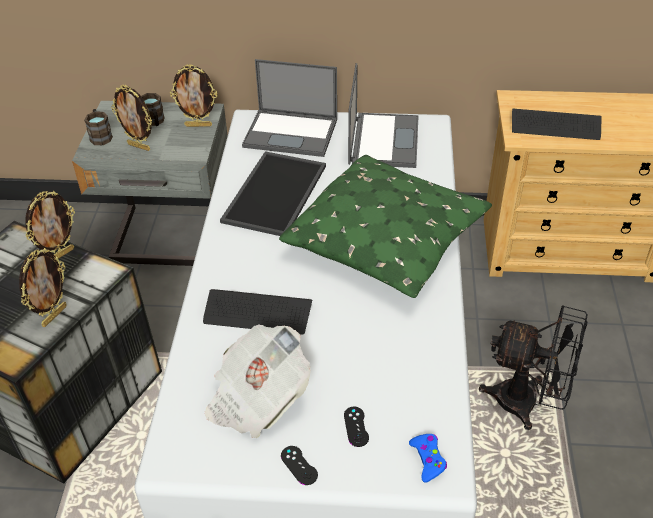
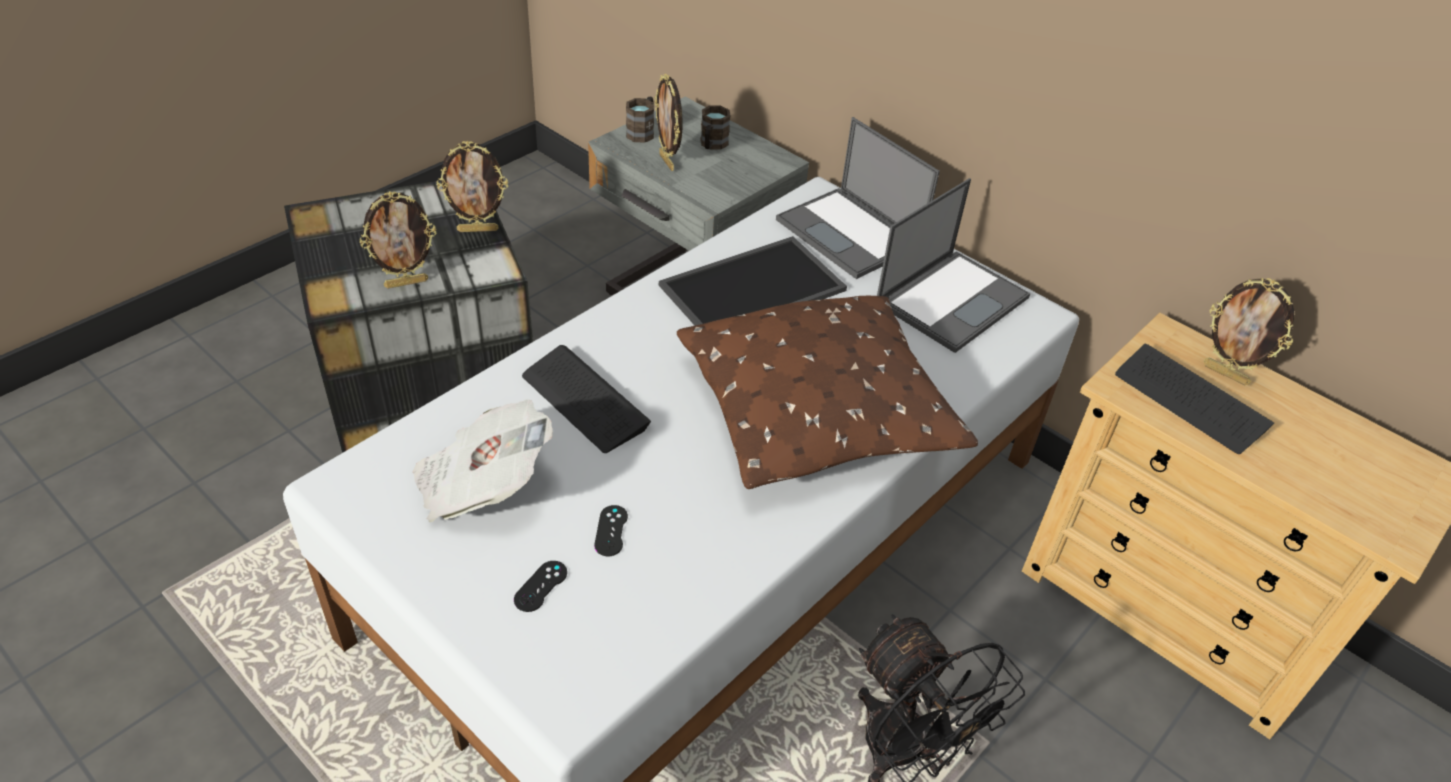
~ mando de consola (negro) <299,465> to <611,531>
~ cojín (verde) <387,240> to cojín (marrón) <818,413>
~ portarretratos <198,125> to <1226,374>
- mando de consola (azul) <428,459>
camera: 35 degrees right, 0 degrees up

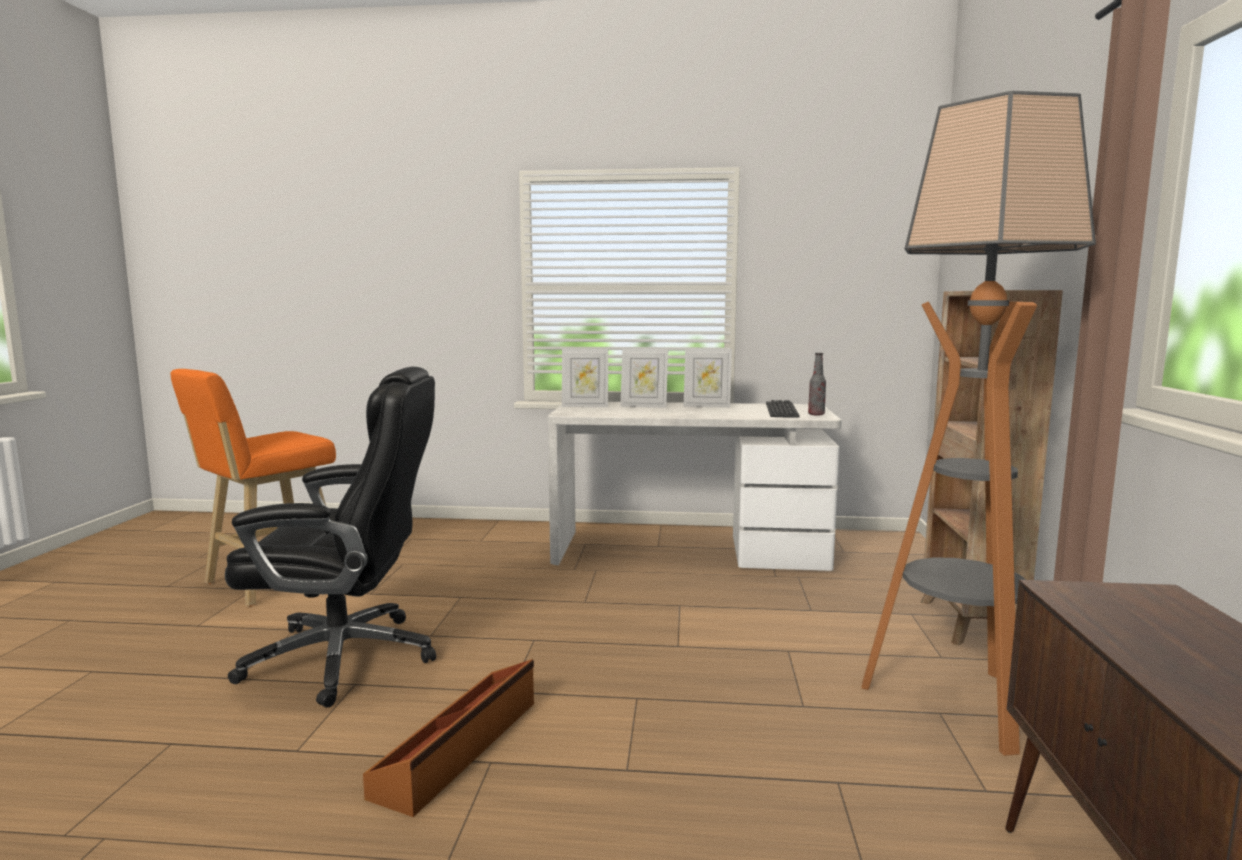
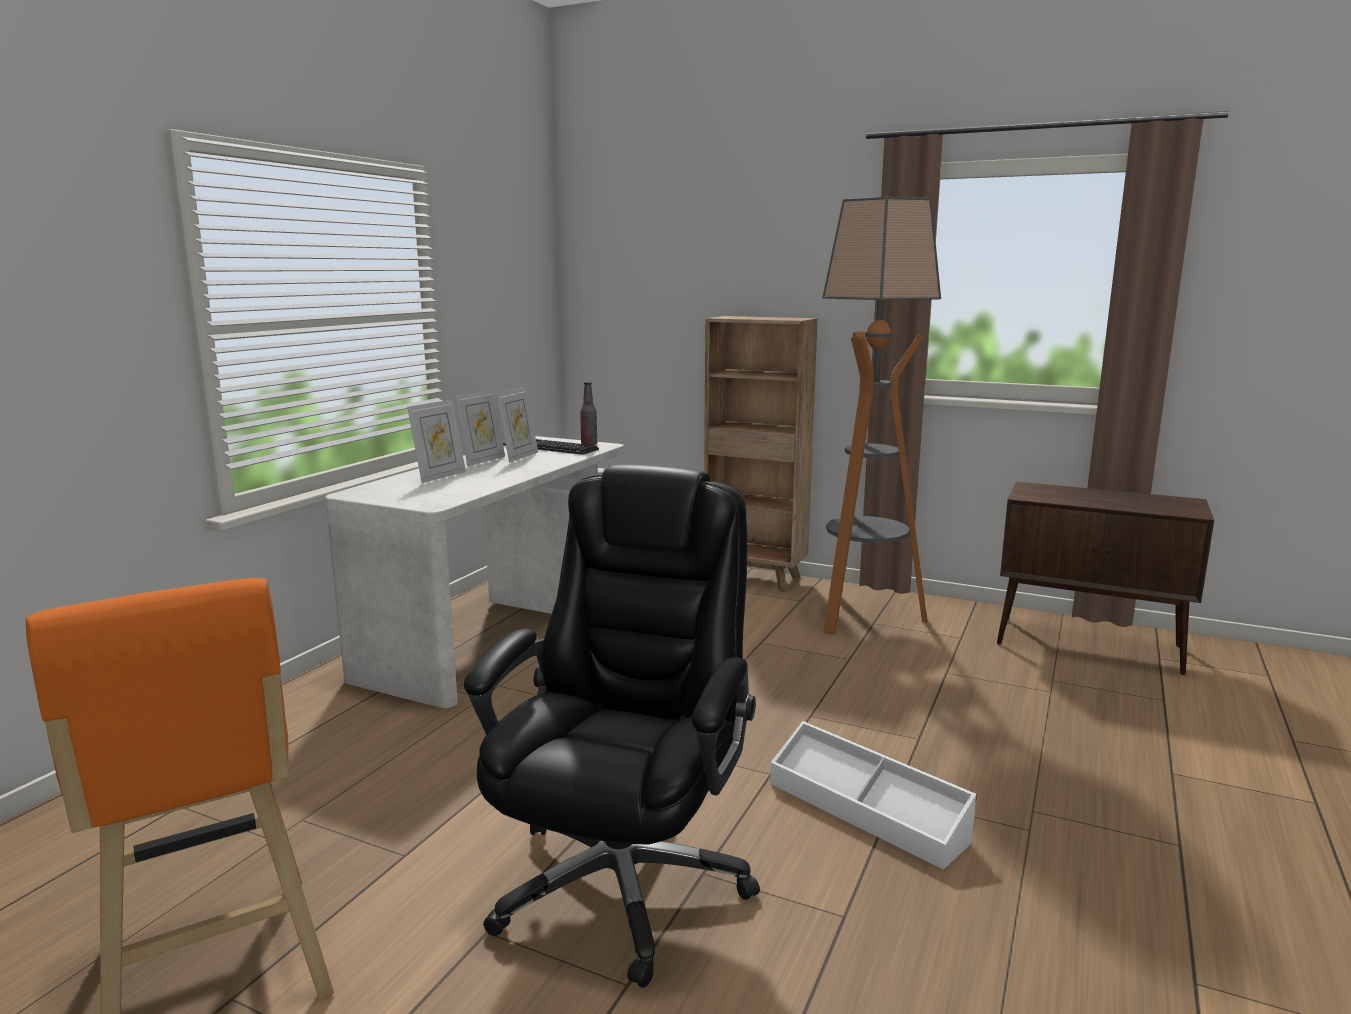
~ portarretratos <585,406> to <519,456>
~ caja de almacenaje (marrón) <460,747> to caja de almacenaje (blanco) <867,810>
camera: 70 degrees left, 5 degrees up

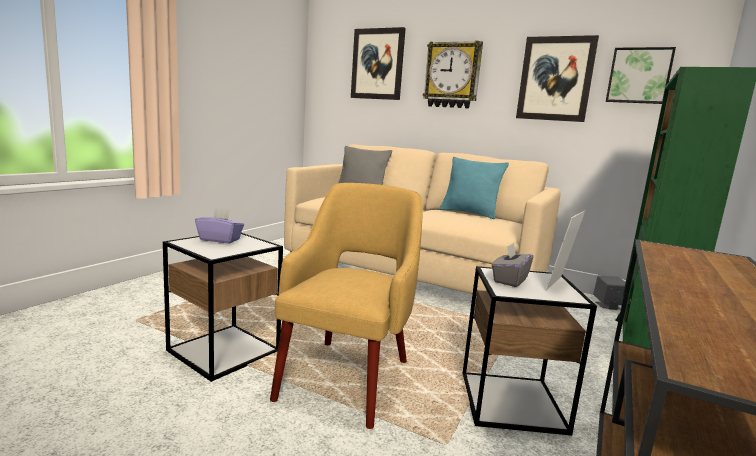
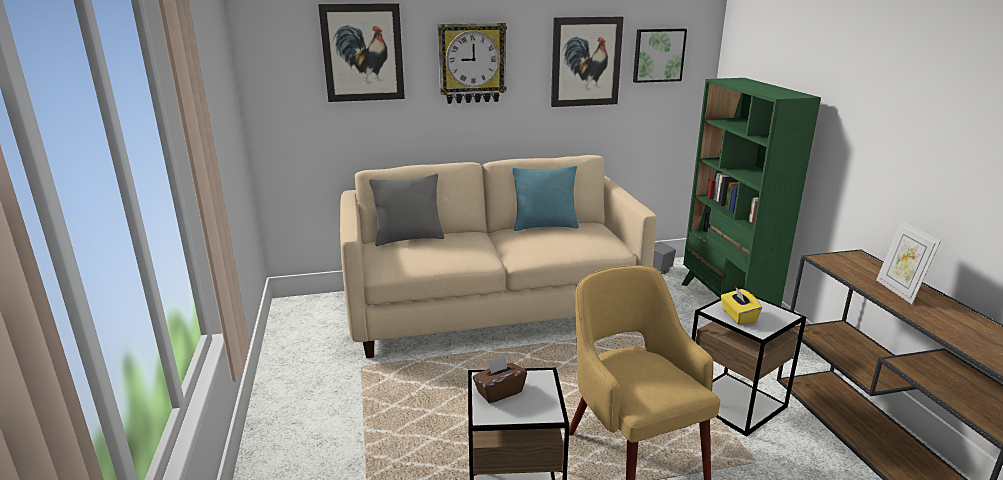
~ caja de pañuelos (morado) <220,239> to caja de pañuelos (marrón) <499,392>
~ caja de pañuelos (gris) <509,280> to caja de pañuelos (amarillo) <738,316>
~ portarretratos <559,284> to <898,291>
camera: 40 degrees left, 10 degrees up

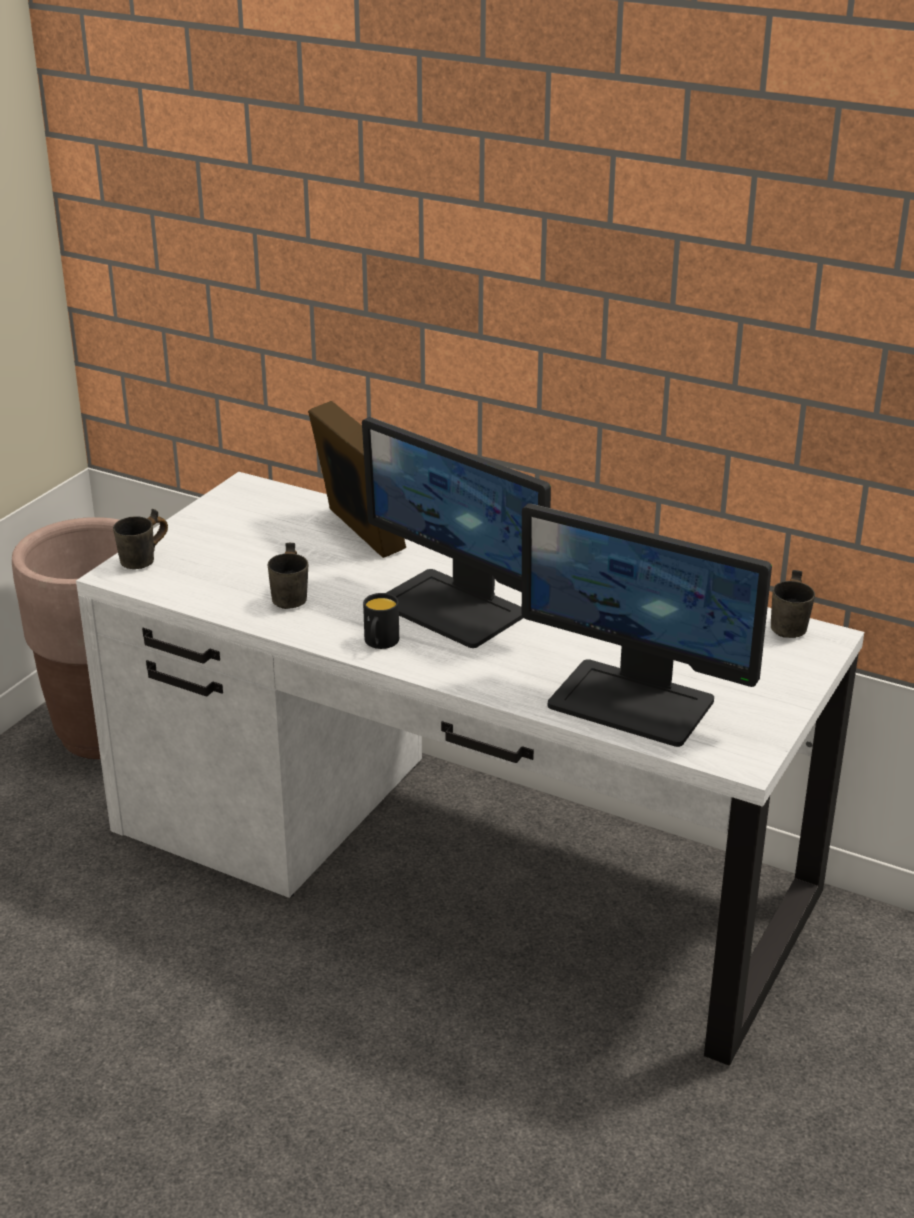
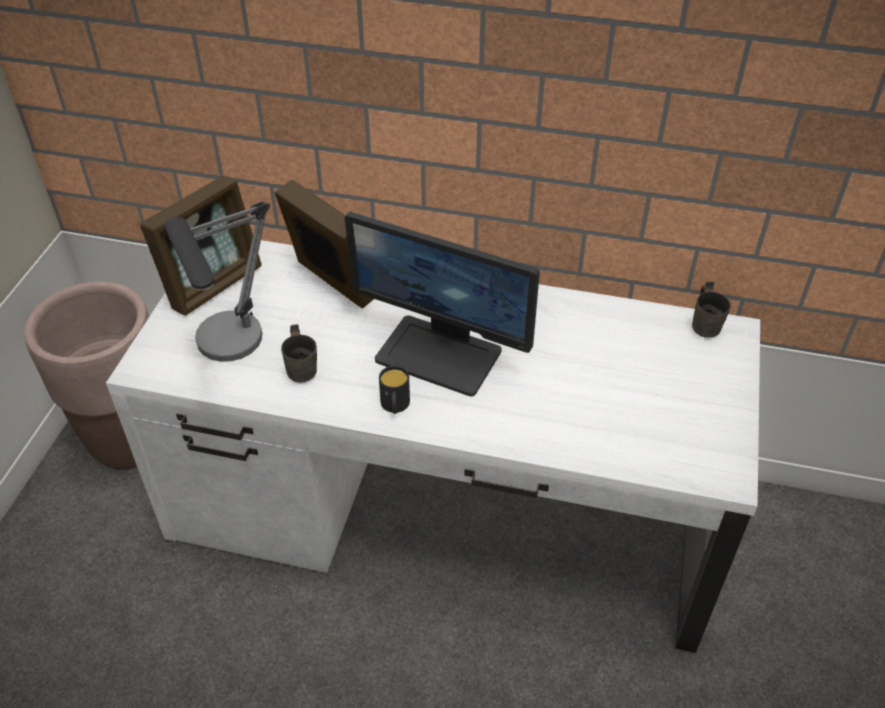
+ portarretratos <213,284>
+ lámpara de mesa <232,352>
- taza grande (gris) <146,561>
- monitor <633,702>
camera: 15 degrees left, 15 degrees up

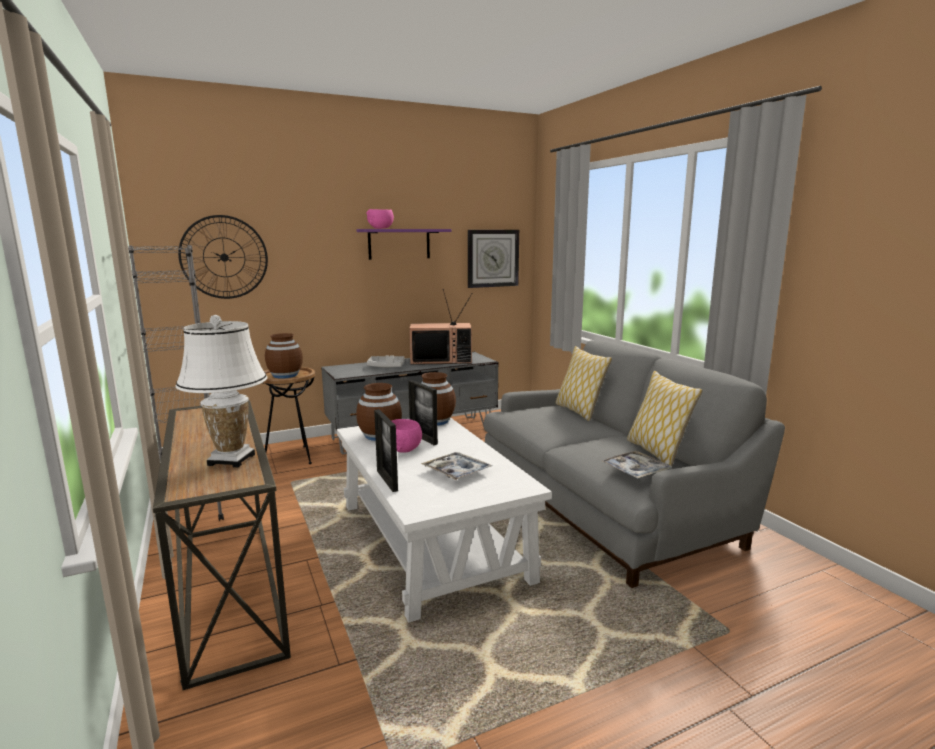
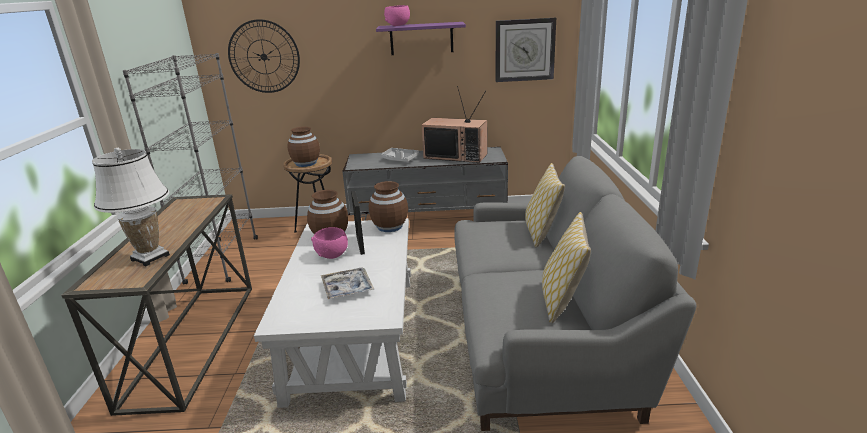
- portarretratos <387,480>
- bandeja <635,470>
camera: 25 degrees right, 10 degrees up

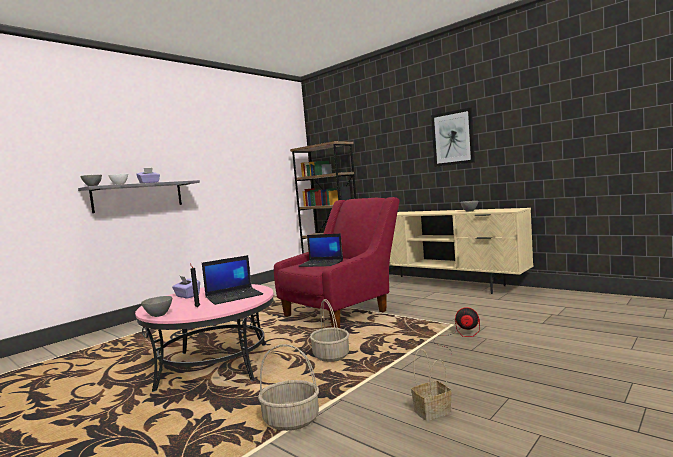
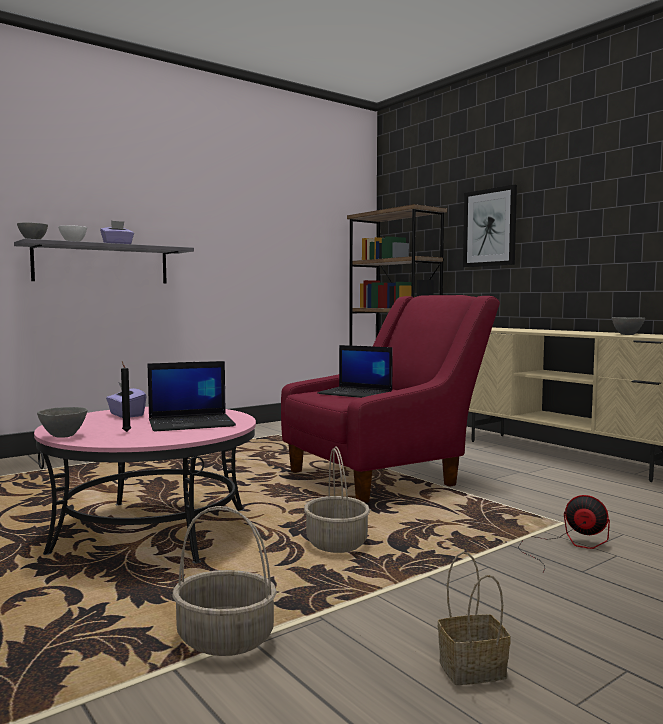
~ cuadro <453,138> to <490,227>
camera: 10 degrees right, 0 degrees up

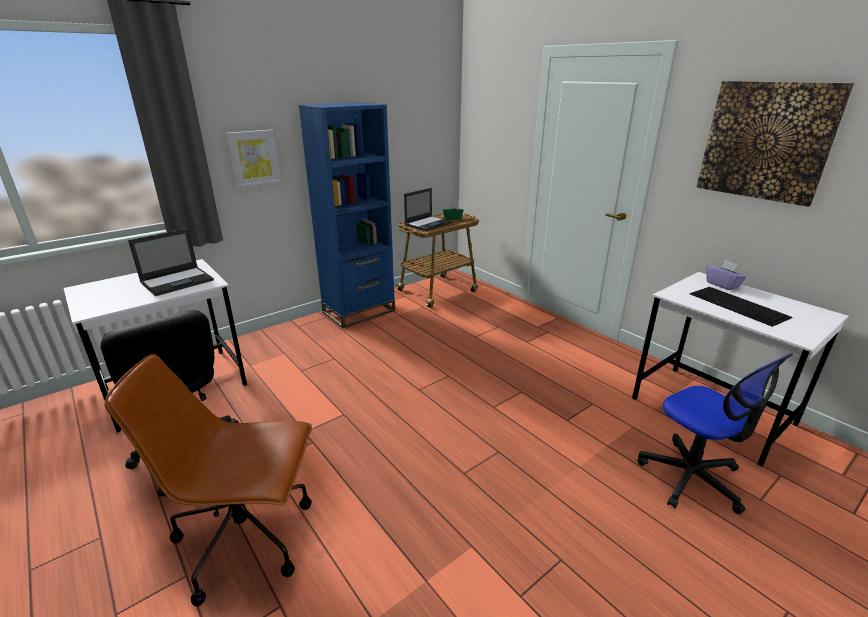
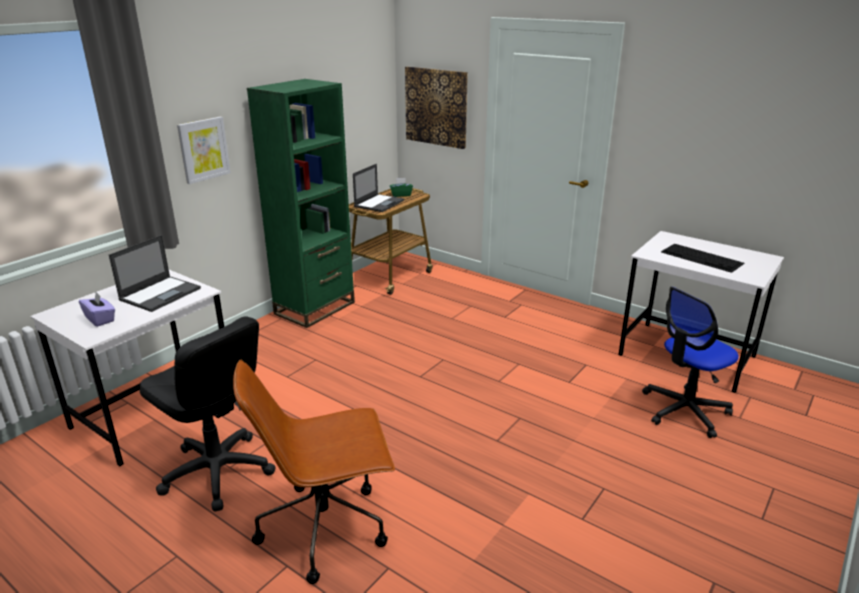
~ caja de pañuelos (morado) <722,285> to <100,319>
~ estantería (azul) <359,312> to estantería (verde) <315,308>
~ cuadro <766,141> to <436,107>
~ silla de oficina <691,477> = <684,410> 105 degrees clockwise
camera: 15 degrees left, 0 degrees up

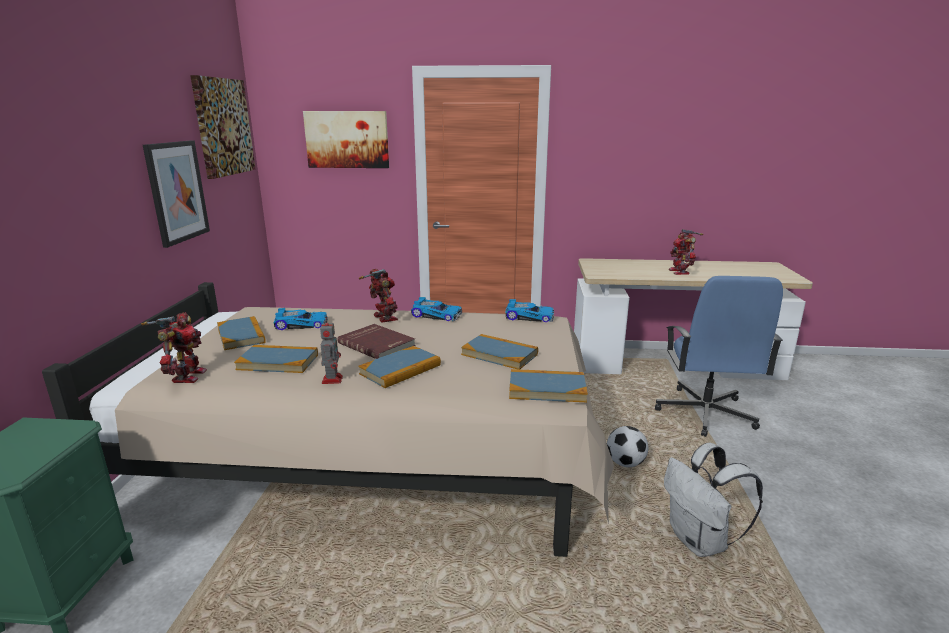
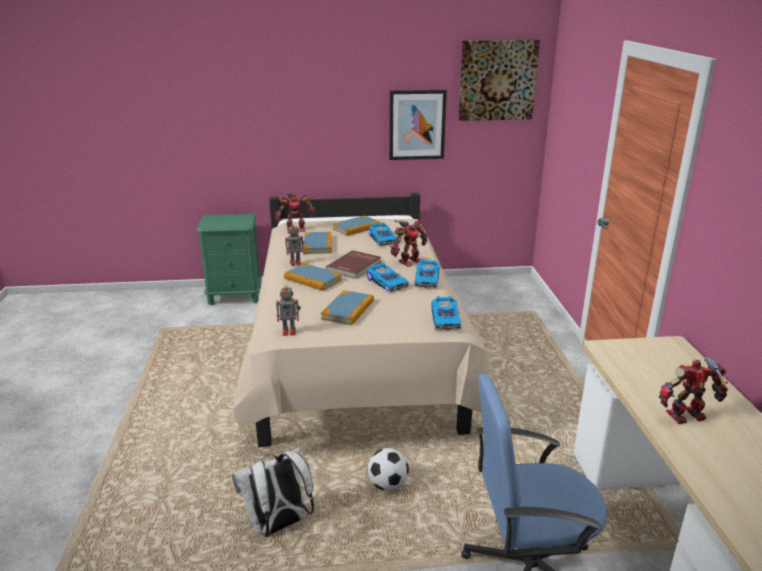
~ libro <547,389> to robot de juguete <290,331>
+ coche de juguete <387,282>
- cuadro <347,139>
camera: 80 degrees right, 5 degrees up

